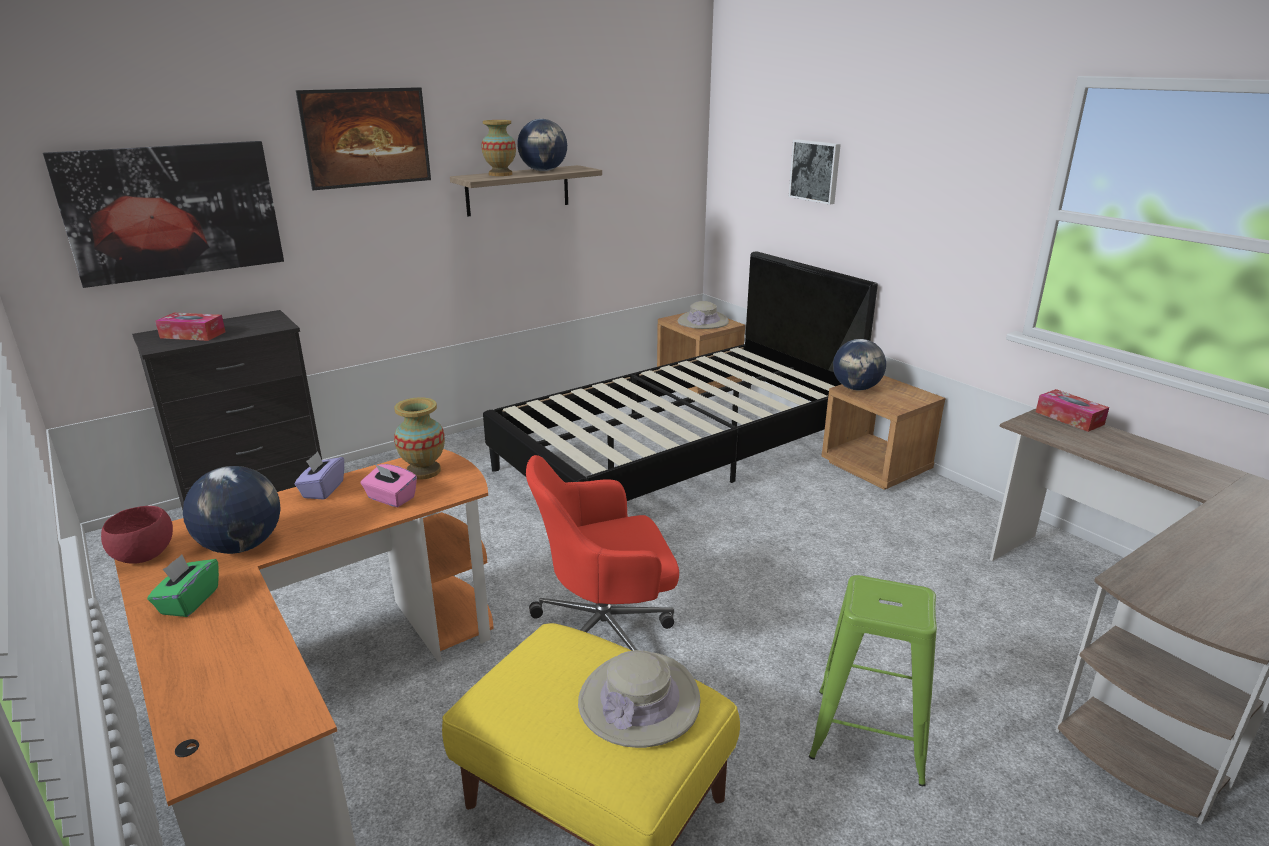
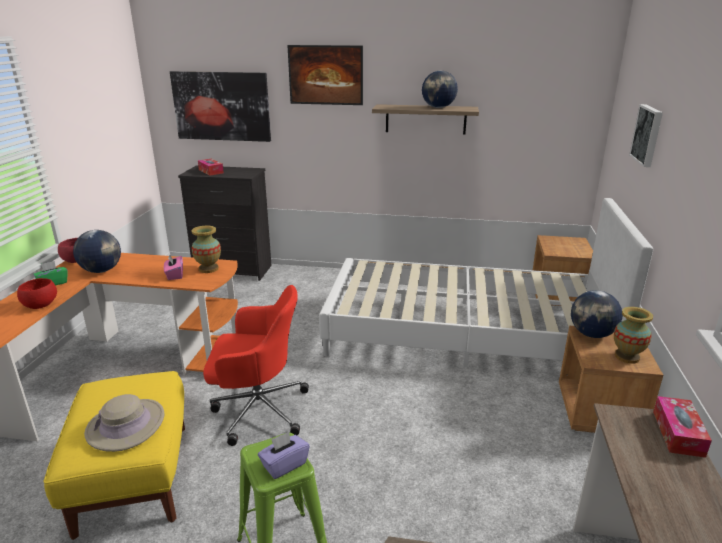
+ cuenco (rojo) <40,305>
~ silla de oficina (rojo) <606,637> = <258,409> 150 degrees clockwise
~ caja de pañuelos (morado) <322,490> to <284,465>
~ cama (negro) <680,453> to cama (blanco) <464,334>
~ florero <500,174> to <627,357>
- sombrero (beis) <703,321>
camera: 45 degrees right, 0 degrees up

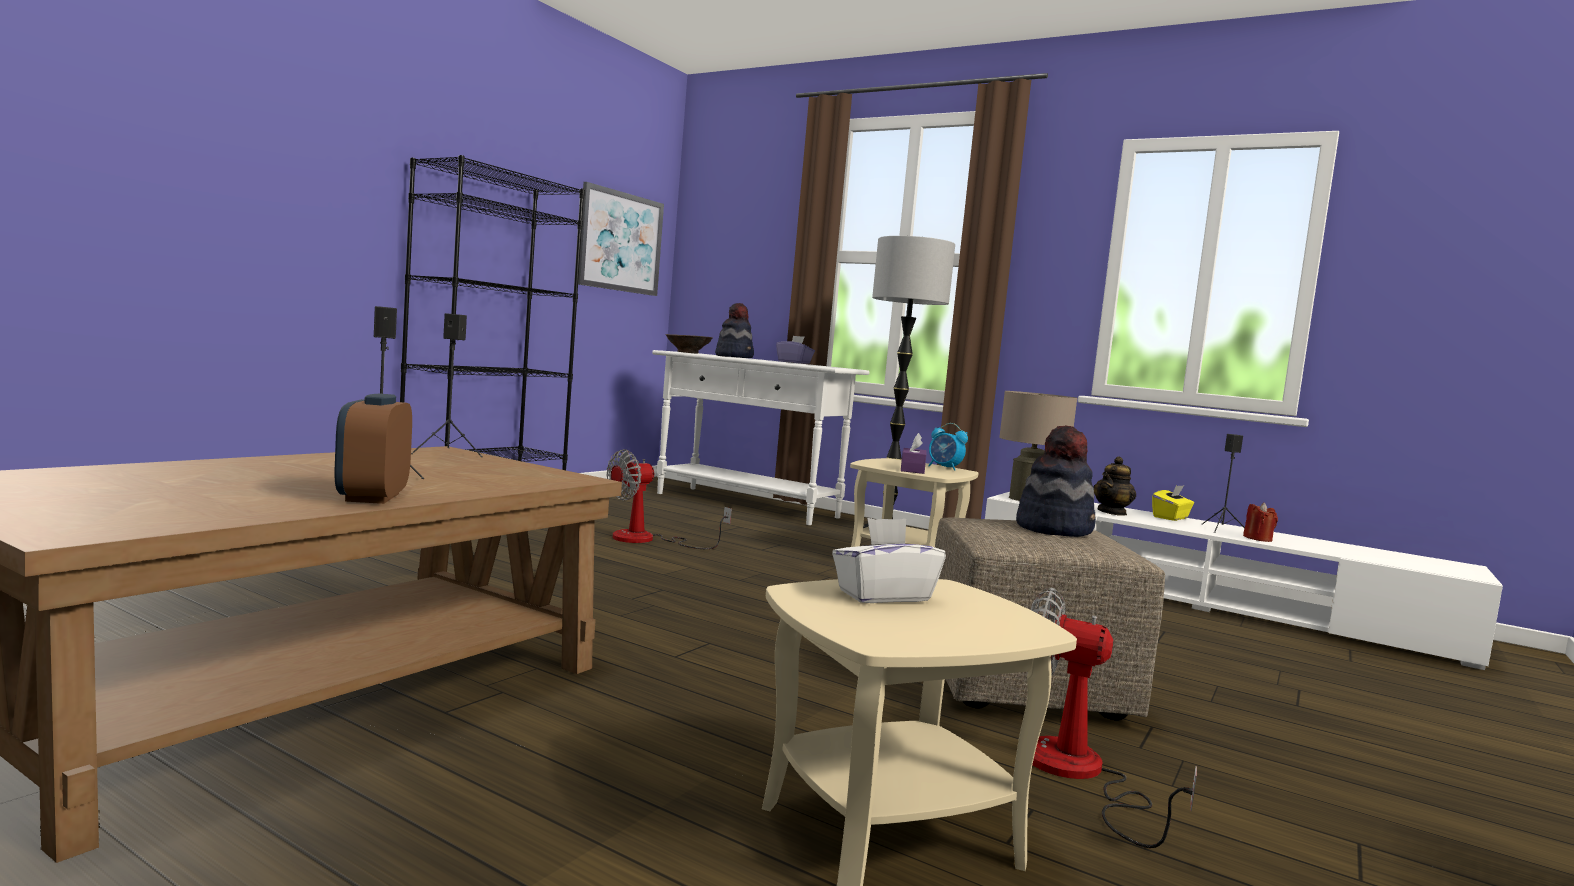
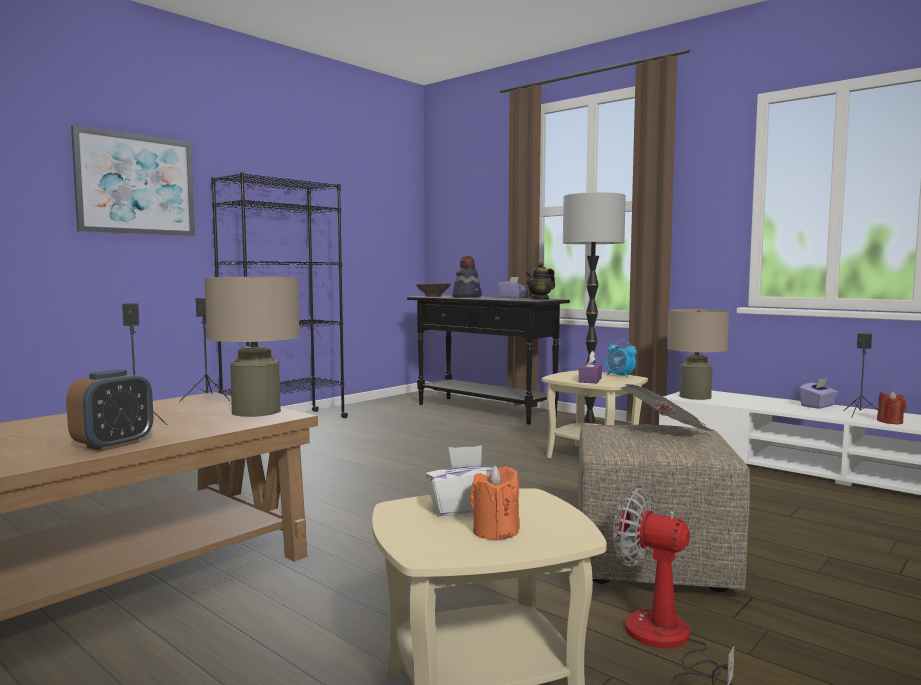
~ despertador <372,497> = <113,445> 150 degrees counterclockwise
~ cuadro <620,242> to <136,184>
+ lámpara de mesa (beis) <256,411>
~ mesa consola (blanco) <746,505> to mesa consola (negro) <485,410>
+ vela (naranja) <495,532>
~ tetera <1112,512> to <540,299>
~ sombrero <1054,529> to periódico <667,432>
~ caja de pañuelos (amarillo) <1171,518> to caja de pañuelos (morado) <818,406>
- ventilador <648,540>
camera: 10 degrees right, 0 degrees up

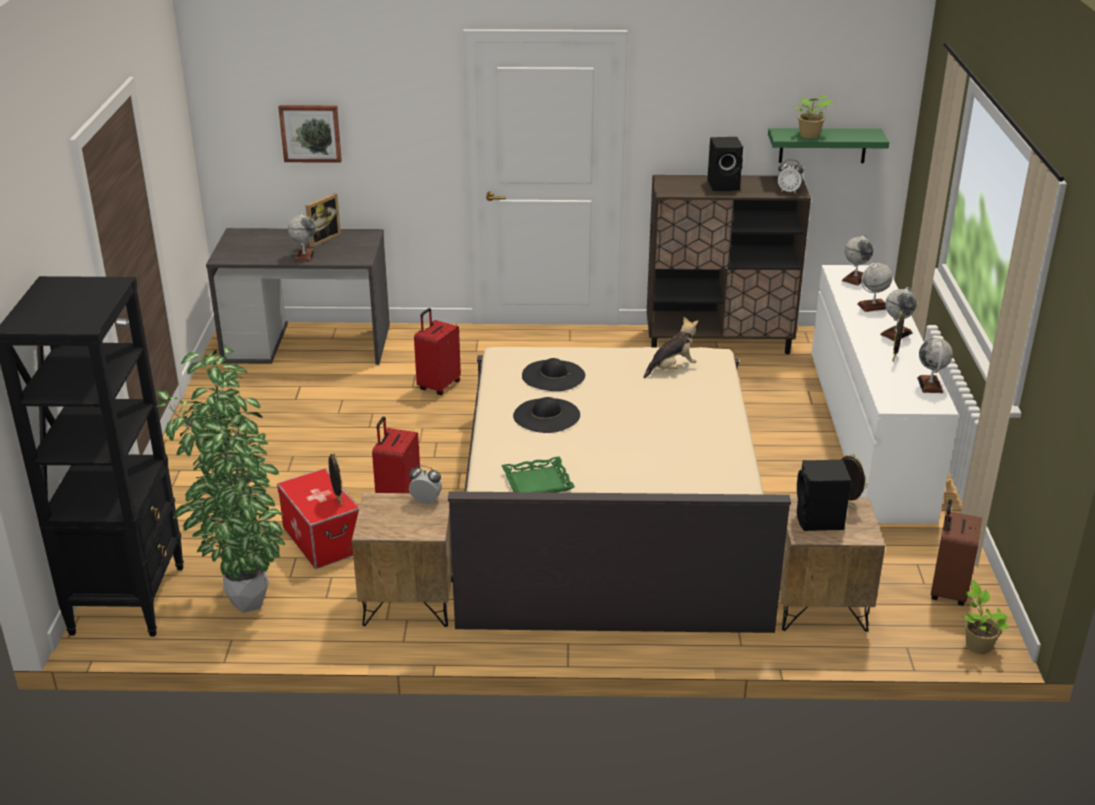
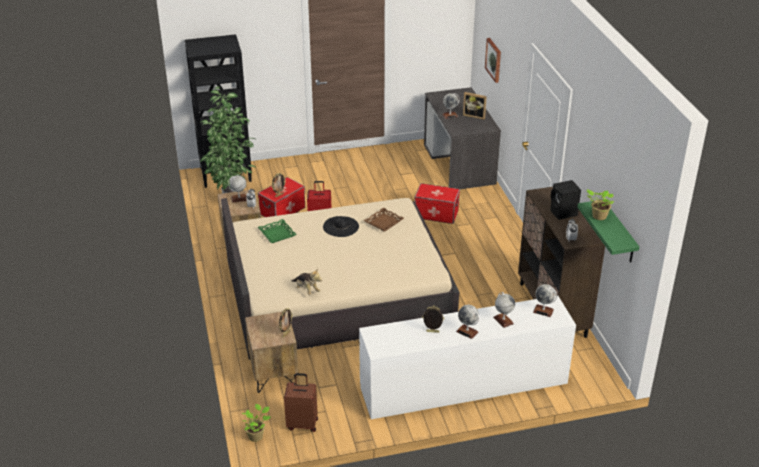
~ globo terráqueo <930,385> to <239,198>
~ peluche <672,369> to <306,290>
~ sombrero (negro) <553,375> to bandeja (marrón) <383,222>
~ maleta (rojo) <438,386> to caja de almacenaje <436,214>
- altavoz (negro) <819,521>
camera: 75 degrees right, 5 degrees up

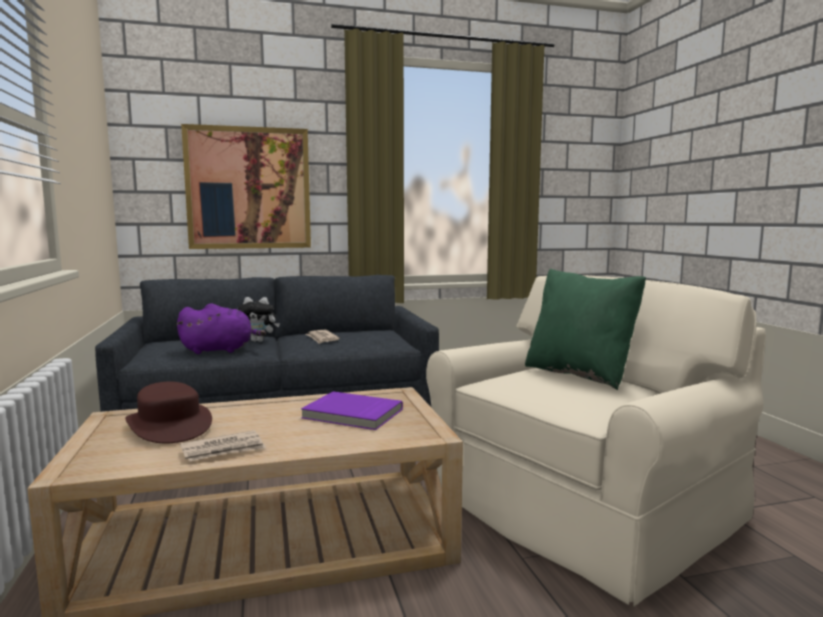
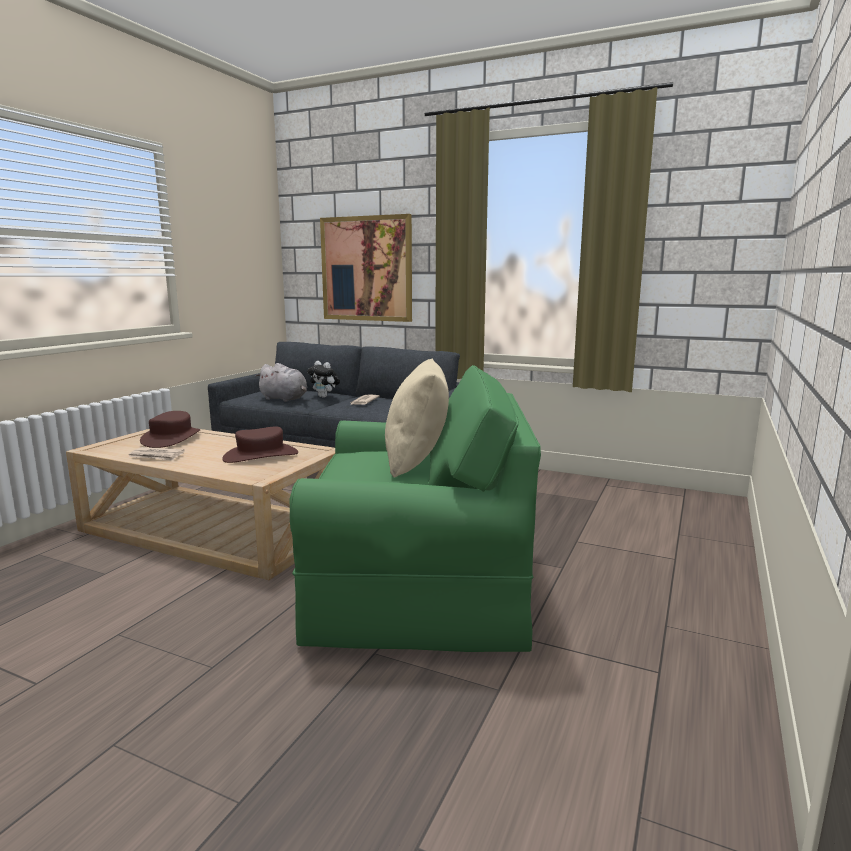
~ libro (morado) <352,414> to sombrero (marrón) <261,456>
~ peluche (morado) <220,350> to peluche (gris) <285,399>
~ sillón (beis) <581,505> to sillón (verde) <418,584>
~ cojín (verde) <579,374> to cojín (beis) <417,462>
camera: 40 degrees right, 5 degrees up

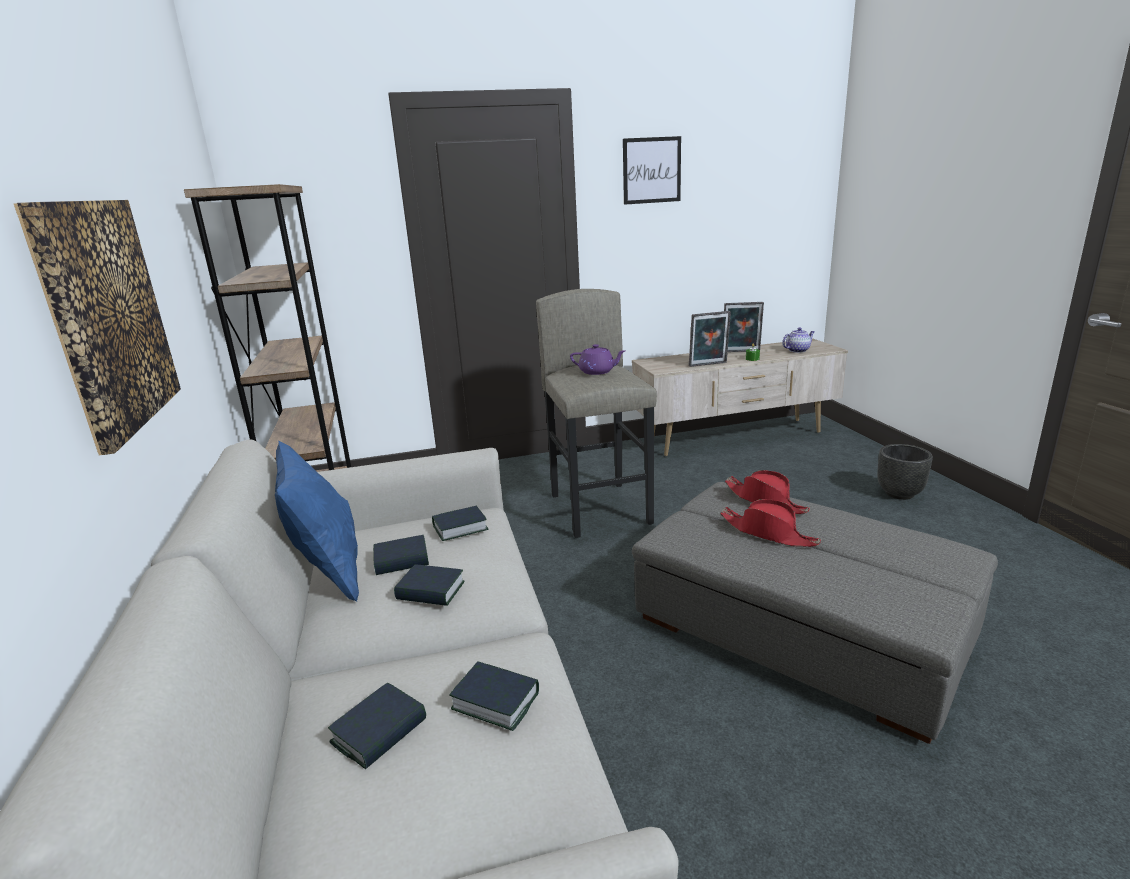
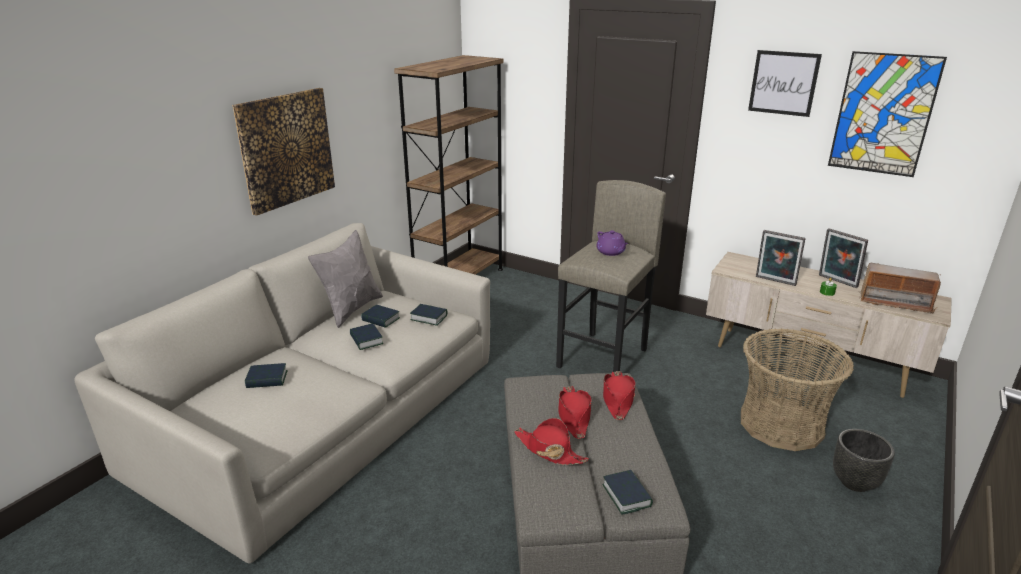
~ cojín (azul) <328,573> to cojín (gris) <351,309>
+ sombrero (rojo) <549,450>
~ libro <495,701> to <626,495>
+ cesta <781,424>
+ cuadro <883,114>
~ tetera <797,350> to radio <894,303>
camera: 45 degrees right, 5 degrees up

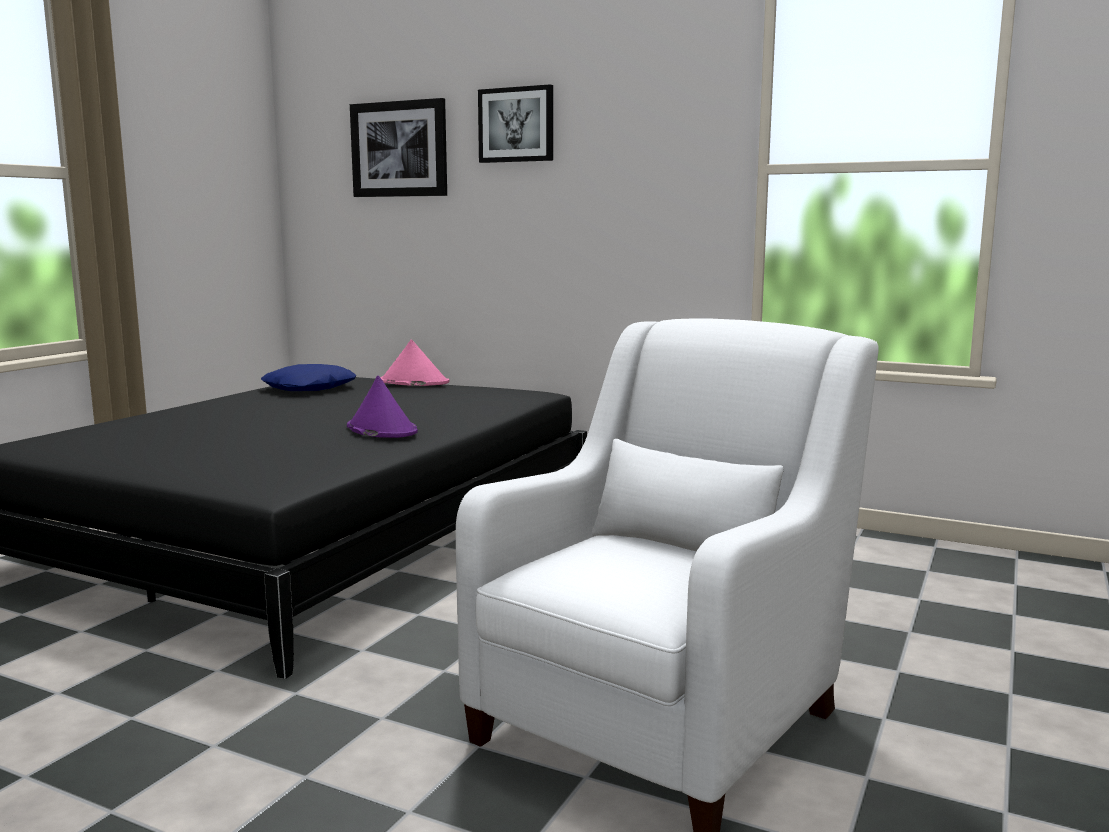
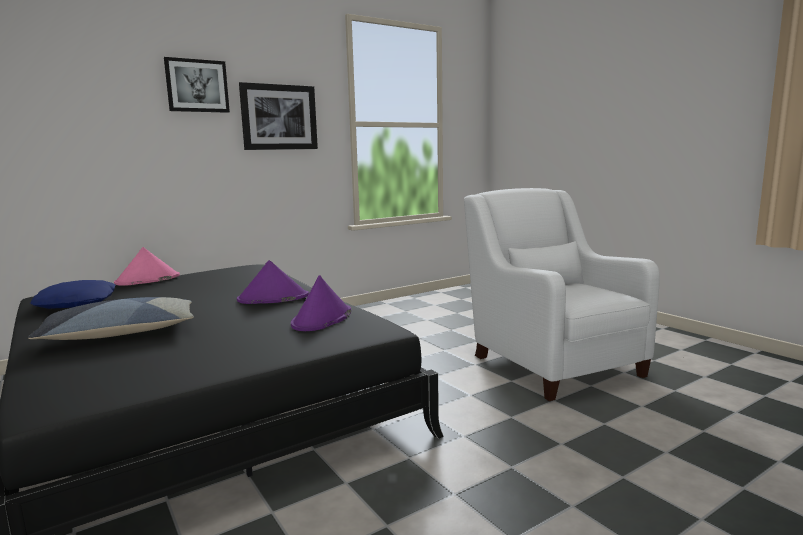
+ cojín <120,333>
~ cuadro <399,149> to <279,117>
+ sombrero (morado) <322,319>
camera: 60 degrees left, 0 degrees up

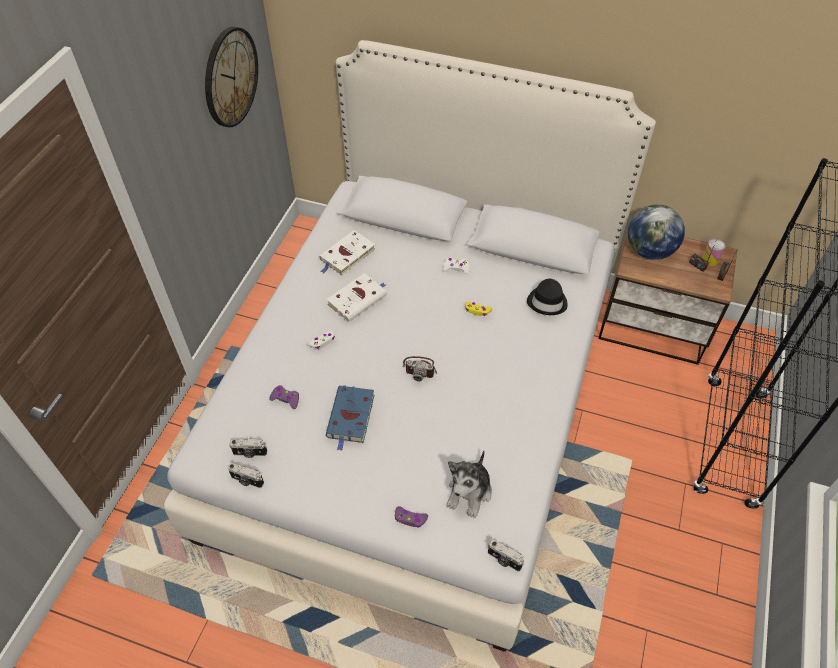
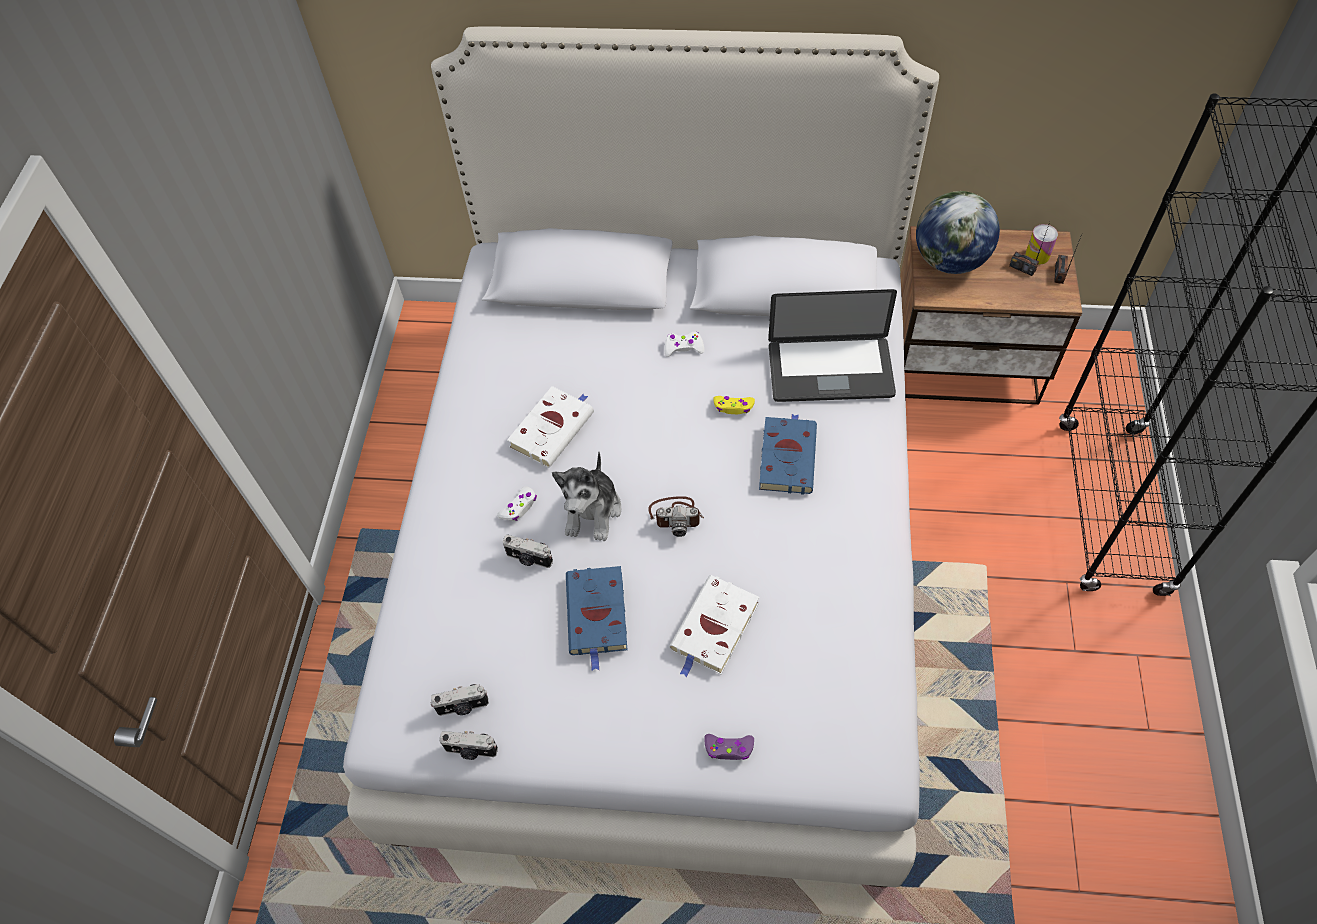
~ cámara <504,560> to <529,559>
~ peluche <469,492> to <592,511>
~ libro (blanco) <346,256> to <714,629>
+ libro (azul) <787,456>
~ sombrero (negro) <547,302> to portátil <830,371>
- reloj de pared <230,77>
- mando de consola (morado) <286,399>
camera: 10 degrees left, 5 degrees up

